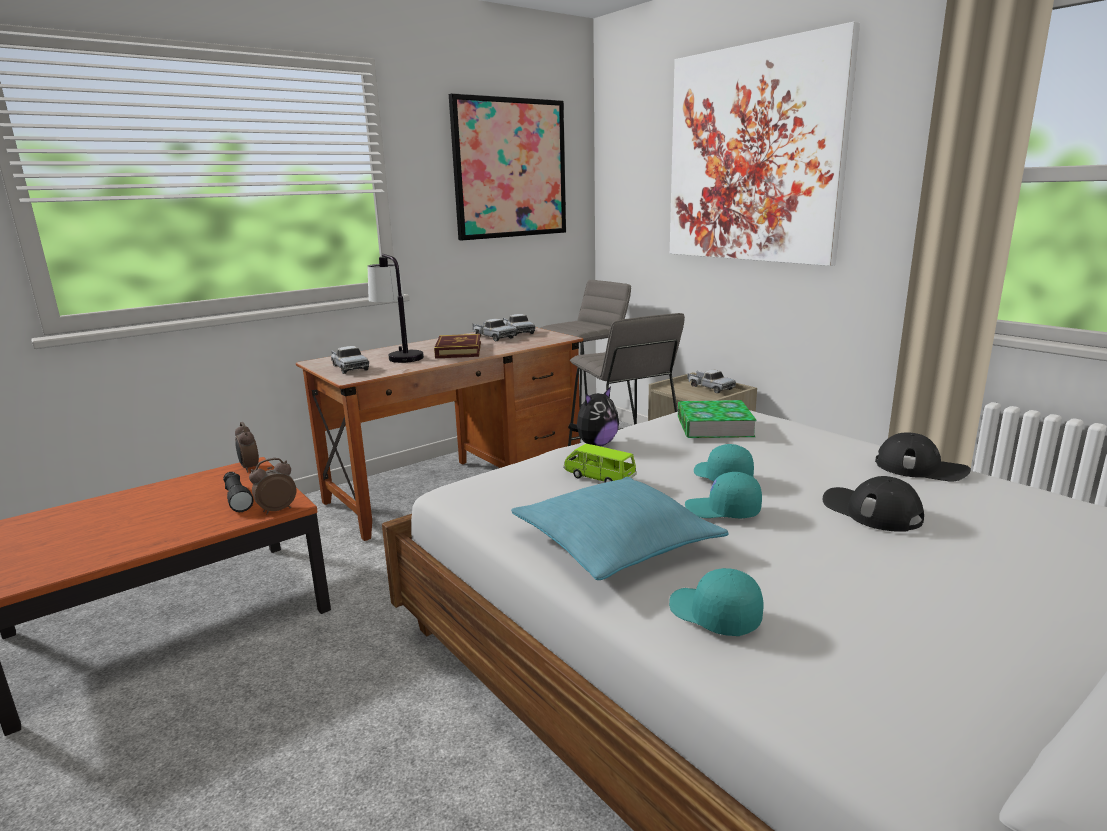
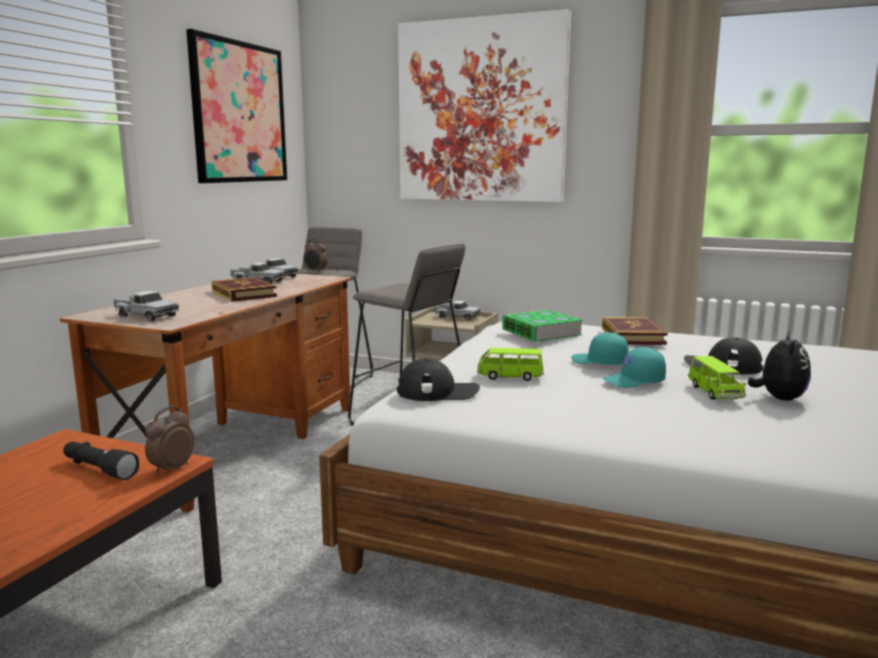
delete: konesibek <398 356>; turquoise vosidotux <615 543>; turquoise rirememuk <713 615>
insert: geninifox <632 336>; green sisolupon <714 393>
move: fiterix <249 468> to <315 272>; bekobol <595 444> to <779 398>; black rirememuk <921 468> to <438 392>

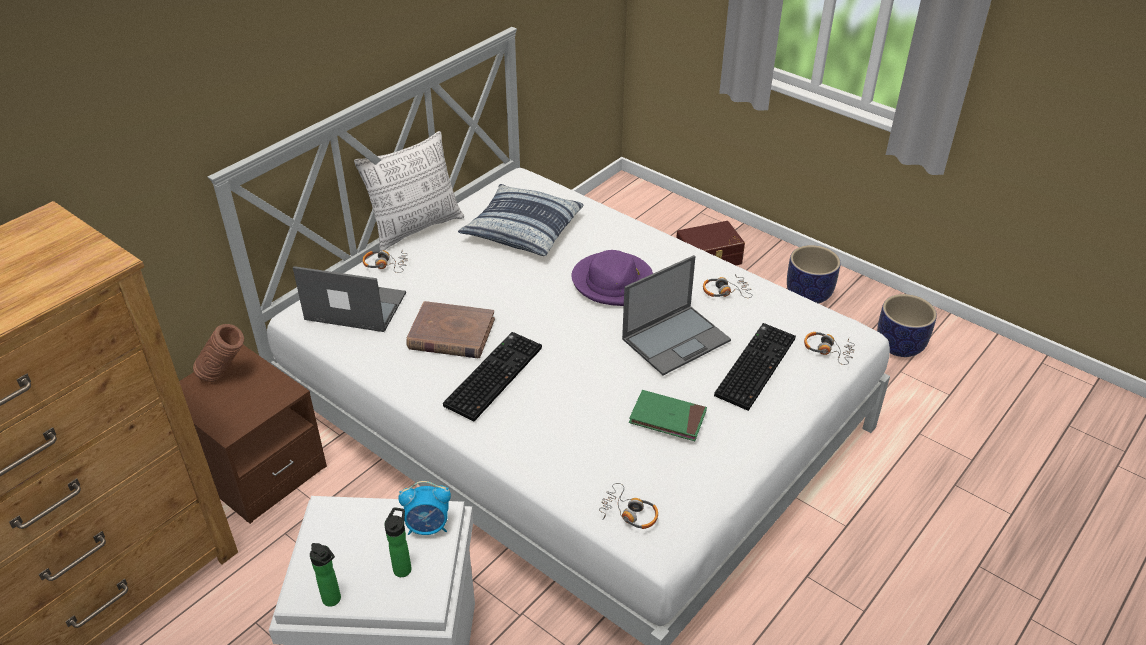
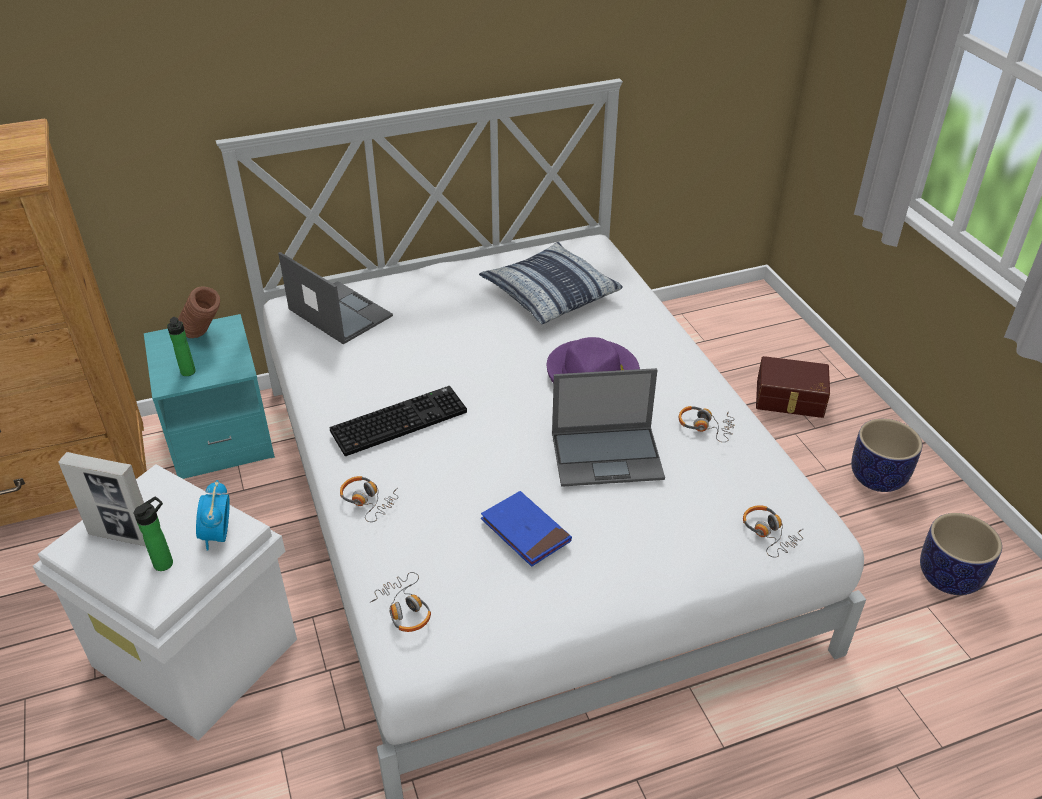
delete: vosidotux <416 228>; brown geninifox <451 334>; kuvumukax <754 365>
insert: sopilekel <122 535>
move: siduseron <333 600> to <188 373>; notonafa <386 265> to <368 501>
recolor: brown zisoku <256 469> to turquoise zisoku <220 436>; green geninifox <667 418> to blue geninifox <525 531>
rotate: fiterix <428 527> = <218 535> 60 degrees clockwise

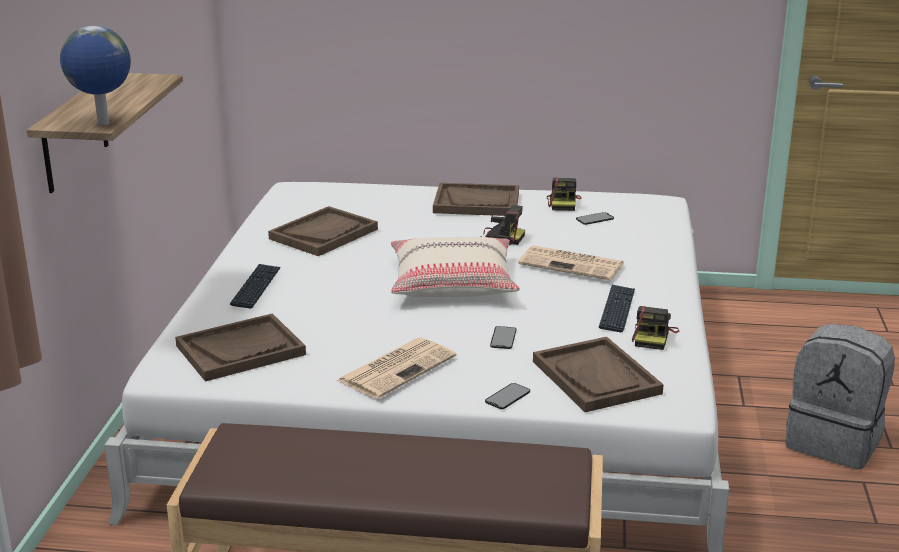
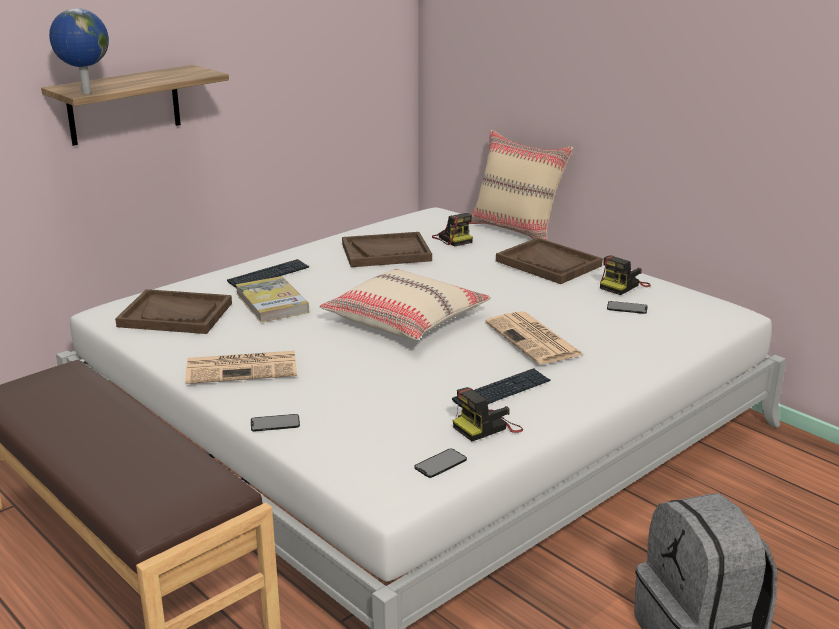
delete: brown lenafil <596 377>
insert: geninifox <272 303>; beige vosidotux <516 230>
move: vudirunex <499 238> to <453 239>; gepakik <503 338> to <440 463>

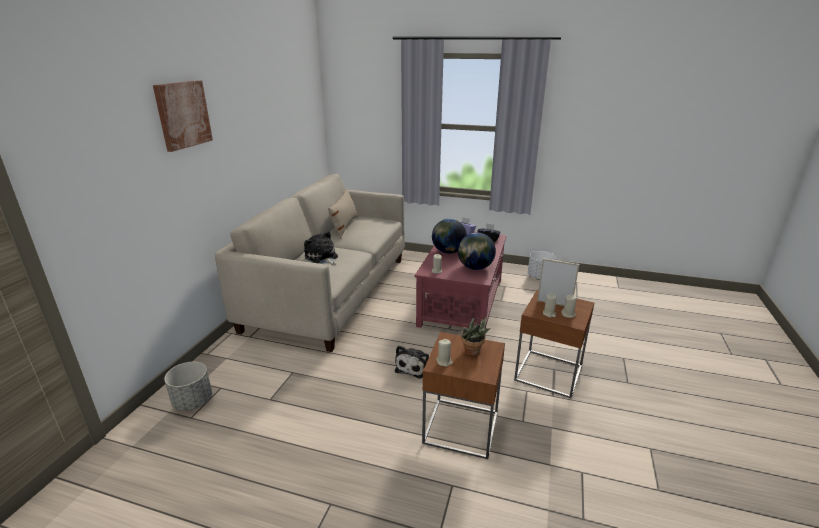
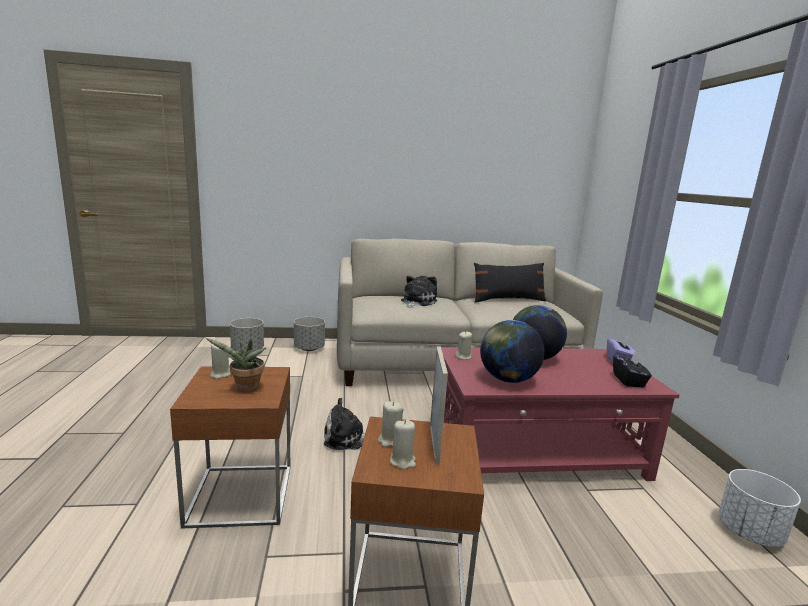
delete: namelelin <183 115>
insert: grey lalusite <309 348>
recolor: beige vosidotux <344 226> to black vosidotux <508 300>

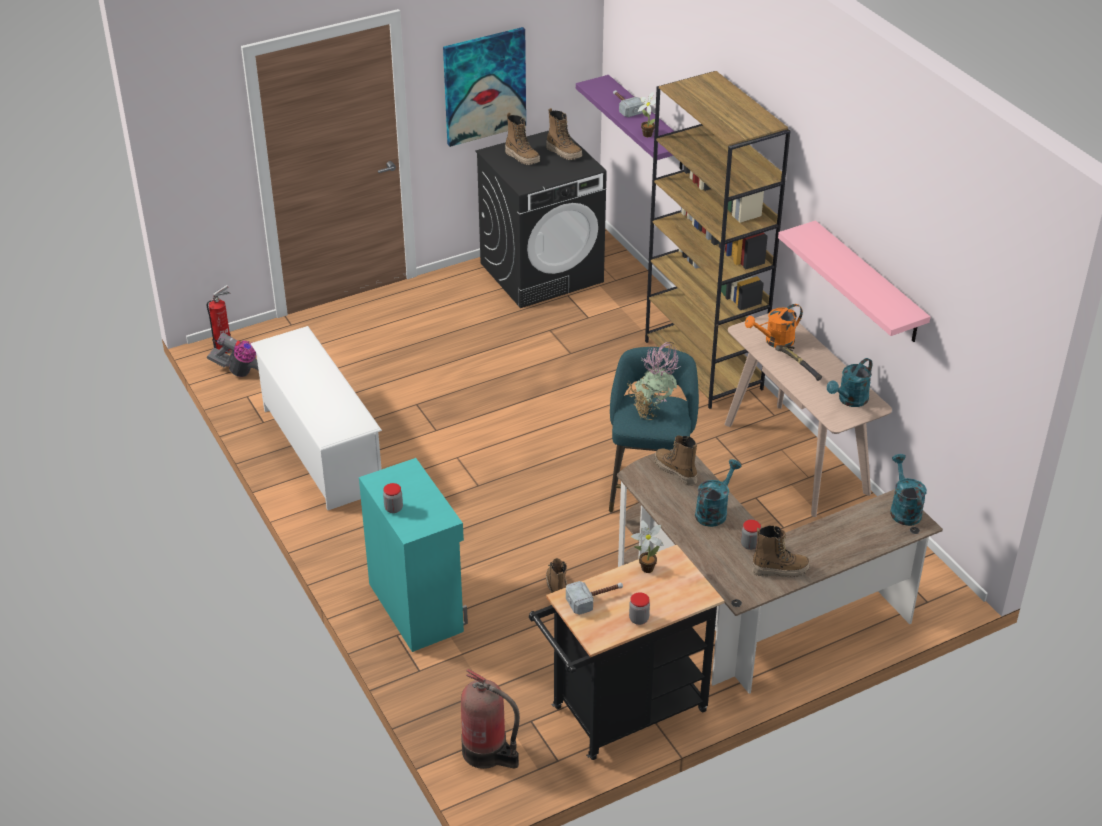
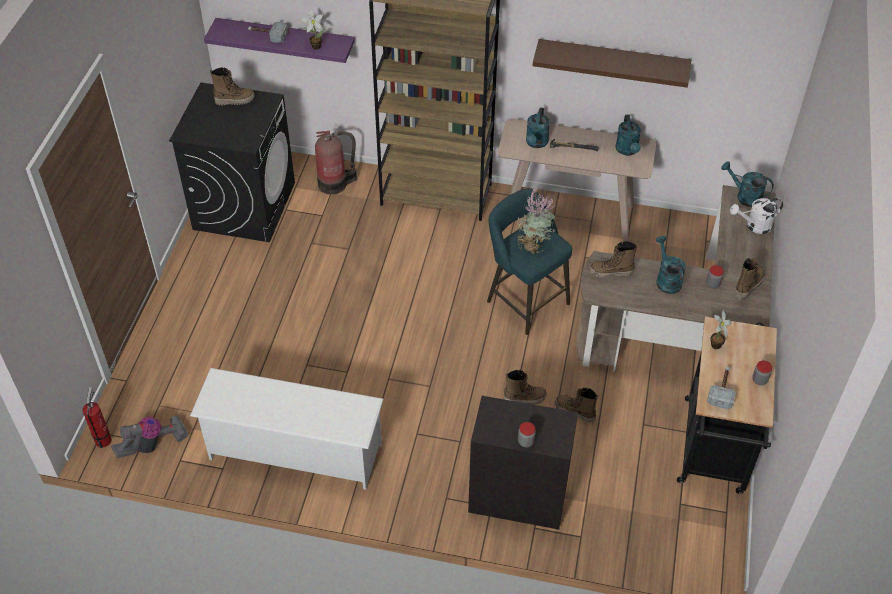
delete: namelelin <484 86>
insert: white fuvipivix <754 226>
move: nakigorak <488 752> to <335 184>; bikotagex <522 157> to <524 398>
recolor: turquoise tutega <417 606> to black tutega <517 498>; orange fuvipivix <774 341> to turquoise fuvipivix <536 143>; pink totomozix <868 283> to brown totomozix <612 61>

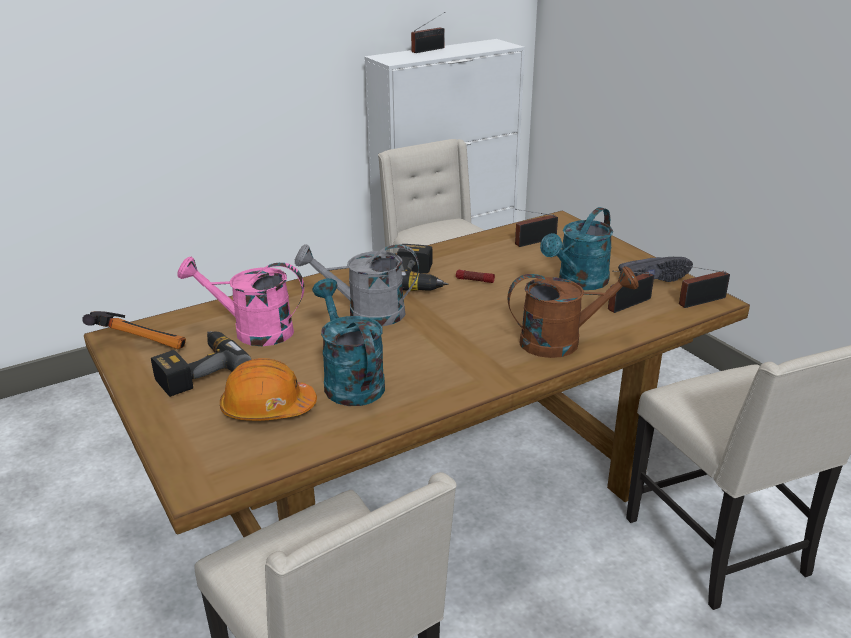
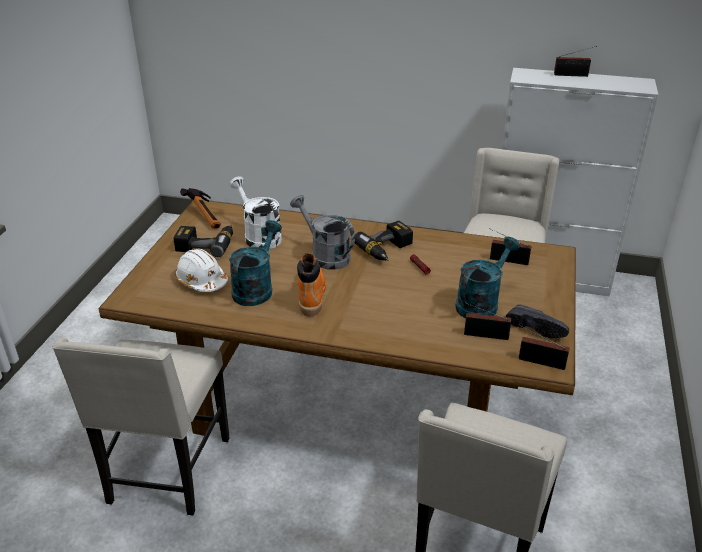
delete: brown fuvipivix <561 341>
insert: orange bikotagex <311 294>
recolor: pink fuvipivix <253 331> to white fuvipivix <259 236>; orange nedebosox <267 408> to white nedebosox <201 281>
rotate: turquoise fuvipivix <578 282> = <481 303> 135 degrees clockwise

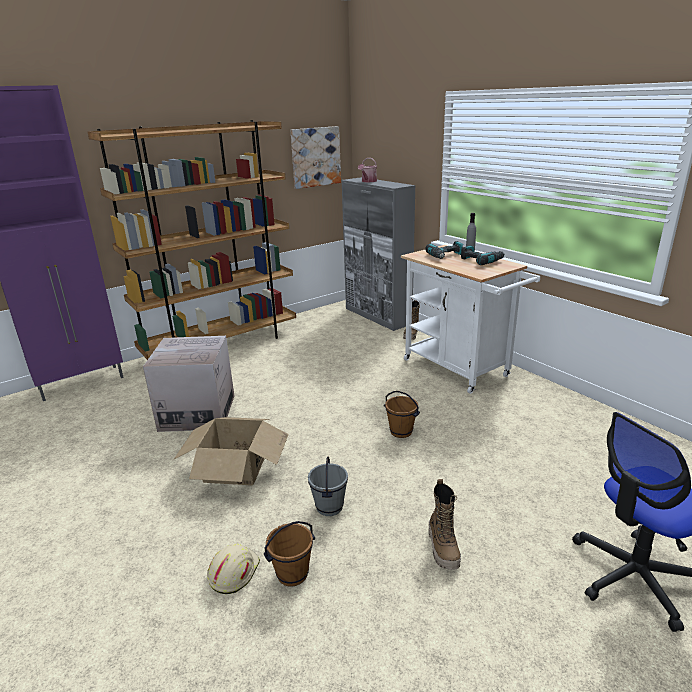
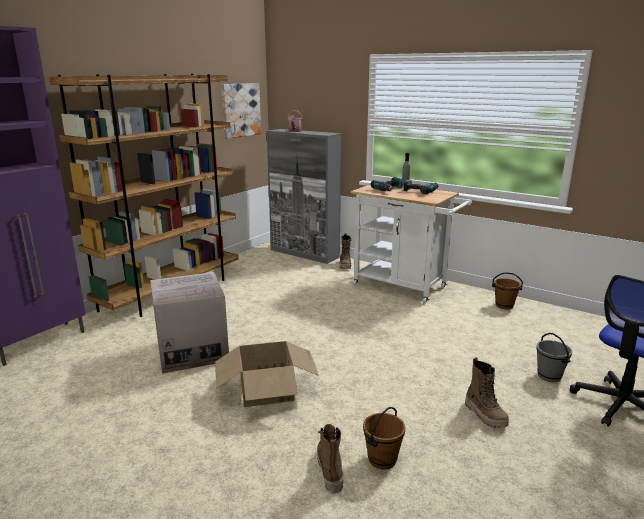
move: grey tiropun <330 507> to <549 376>; brown tiropun <401 431> to <504 305>
replace: beige nedebosox <233 572> to bikotagex <329 470>

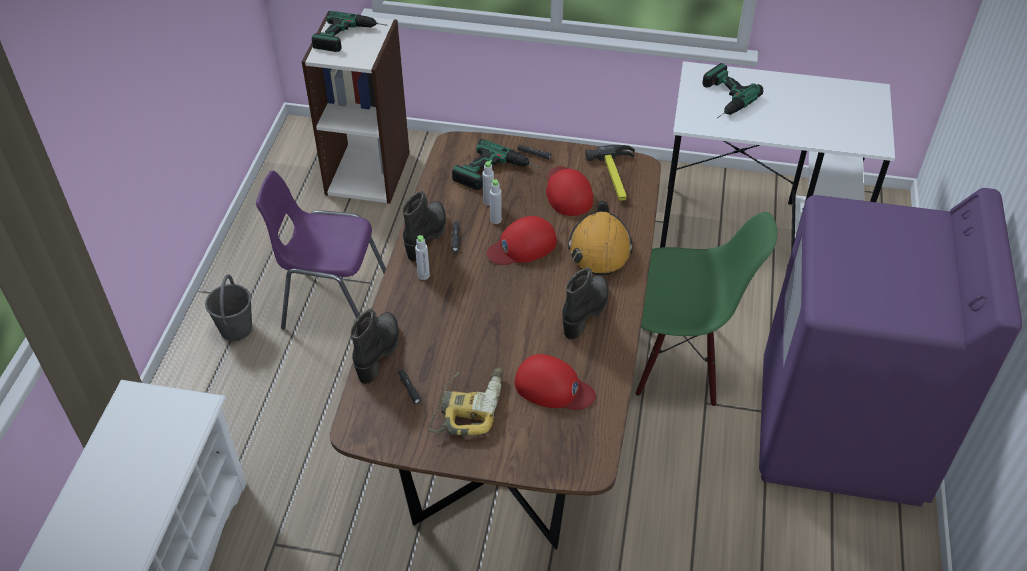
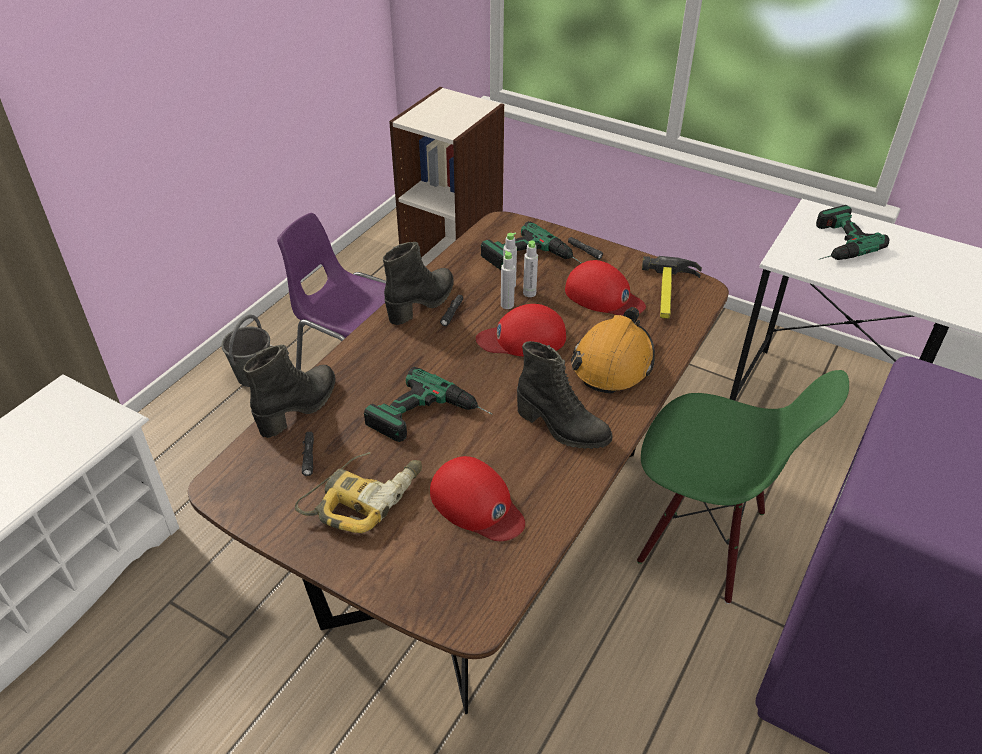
move: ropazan <351 37> to <431 419>; grey siduseron <423 275> to <529 293>
rotate: red rirememuk <567 193> = <603 296> 120 degrees clockwise; black bikotagex <586 312> = <561 428> 75 degrees clockwise

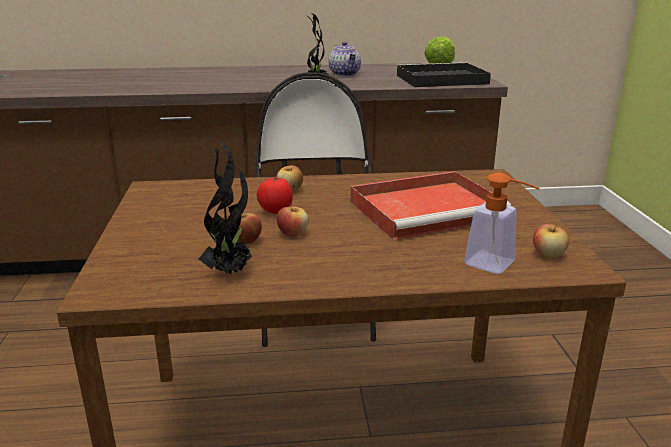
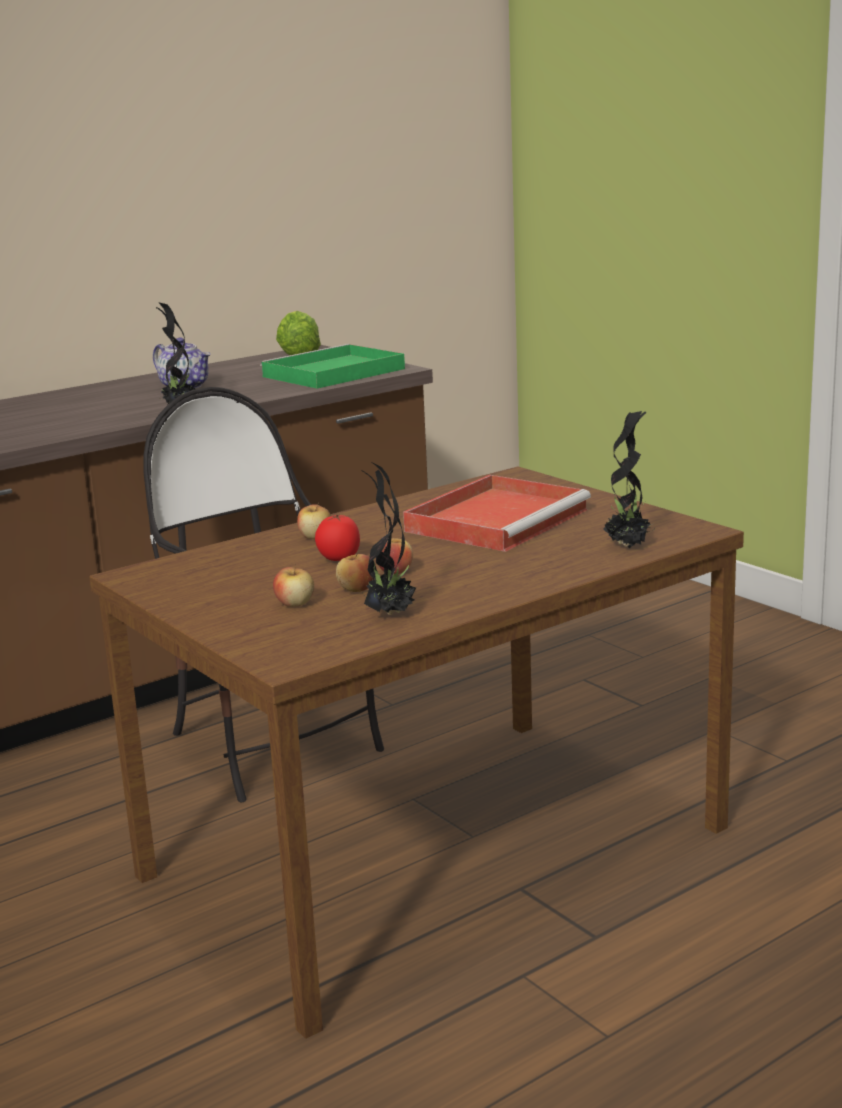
move: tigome <548 254> to <295 604>
replace: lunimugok <498 266> to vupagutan <628 546>
recolor: black lenafil <439 79> to green lenafil <332 373>

